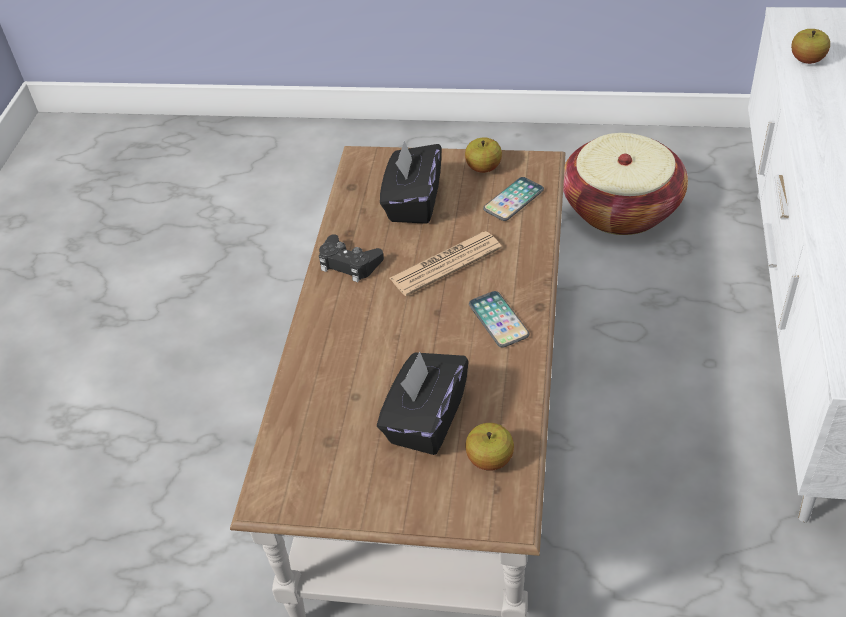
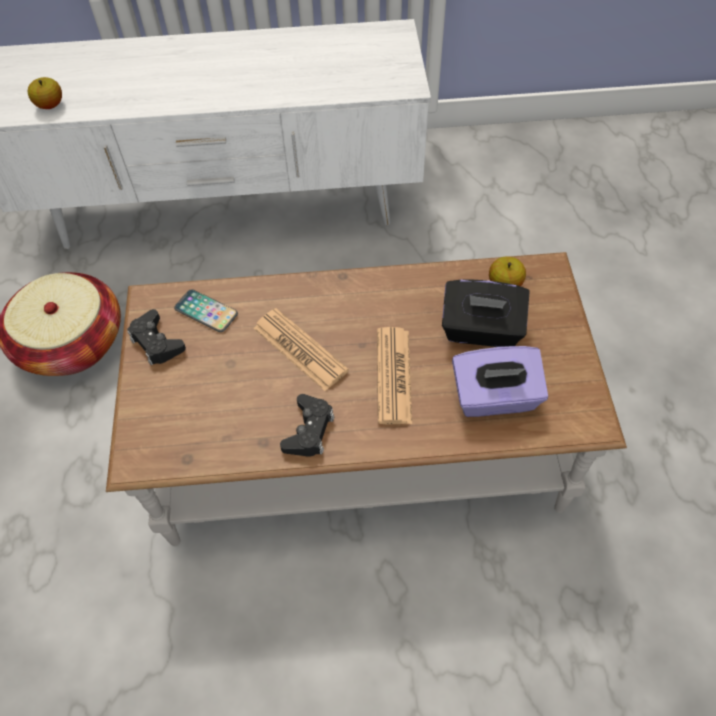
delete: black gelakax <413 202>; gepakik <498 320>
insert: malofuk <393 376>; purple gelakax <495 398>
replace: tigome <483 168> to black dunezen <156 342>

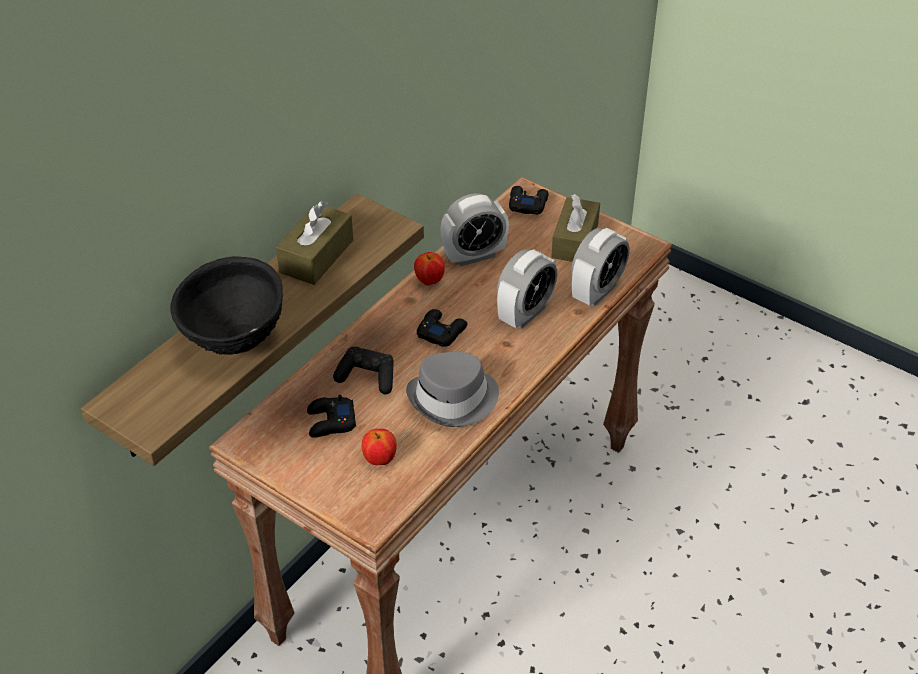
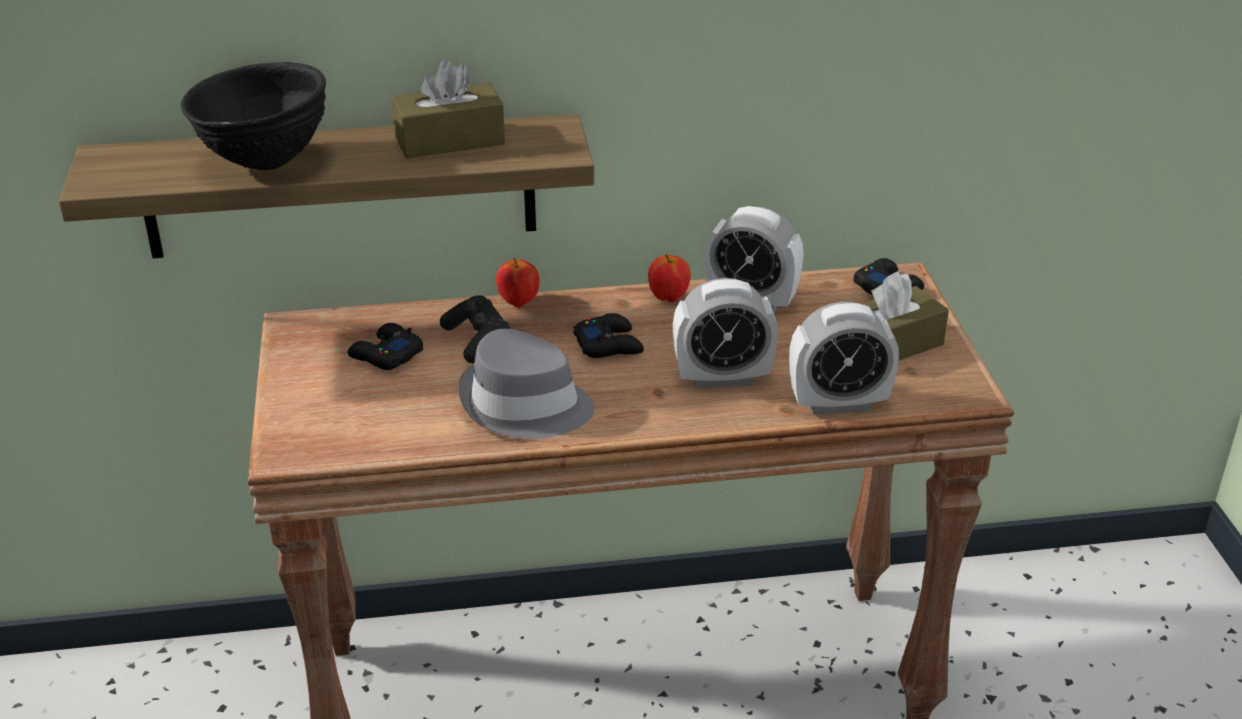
move: tigome <380 460> to <518 302>

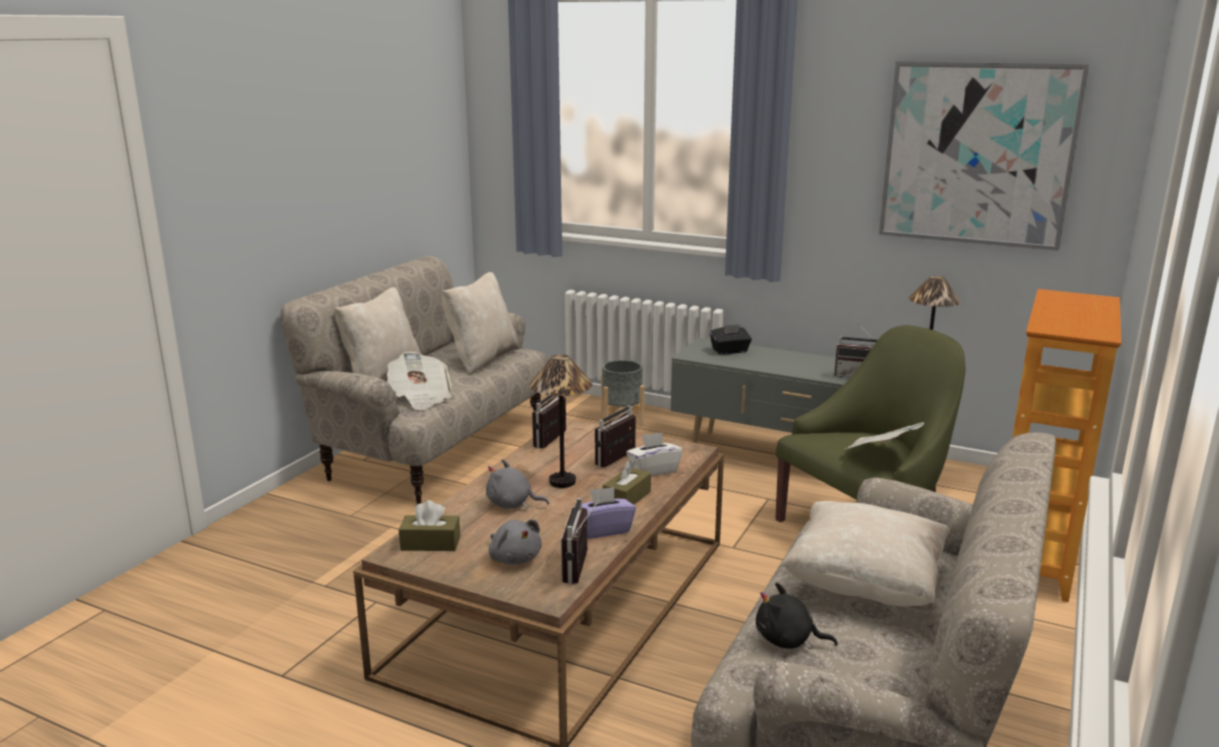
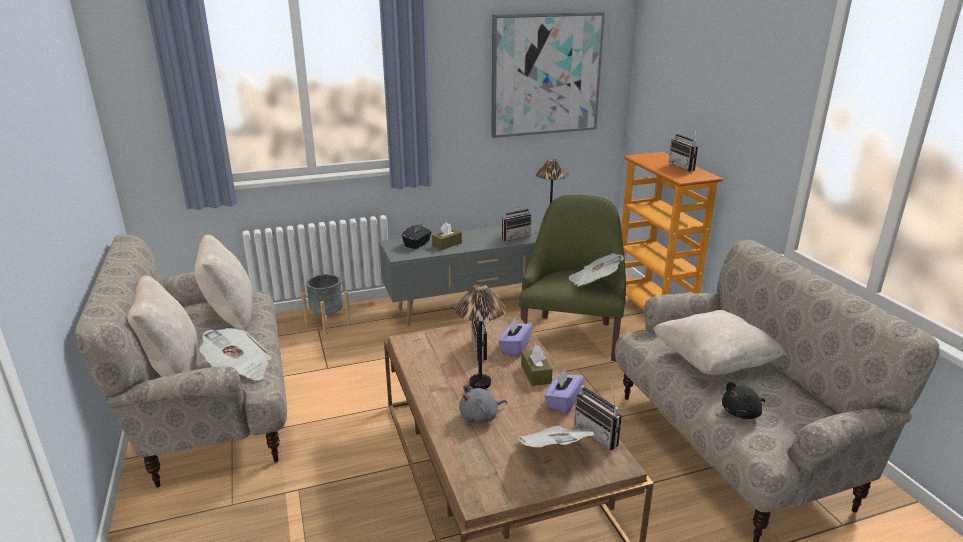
move: brown gelakax <430 543> to <447 244>; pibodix <555 441> to <685 167>
replace: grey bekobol <514 558> to malofuk <554 452>
recolor: white gelakax <653 470> to purple gelakax <515 347>

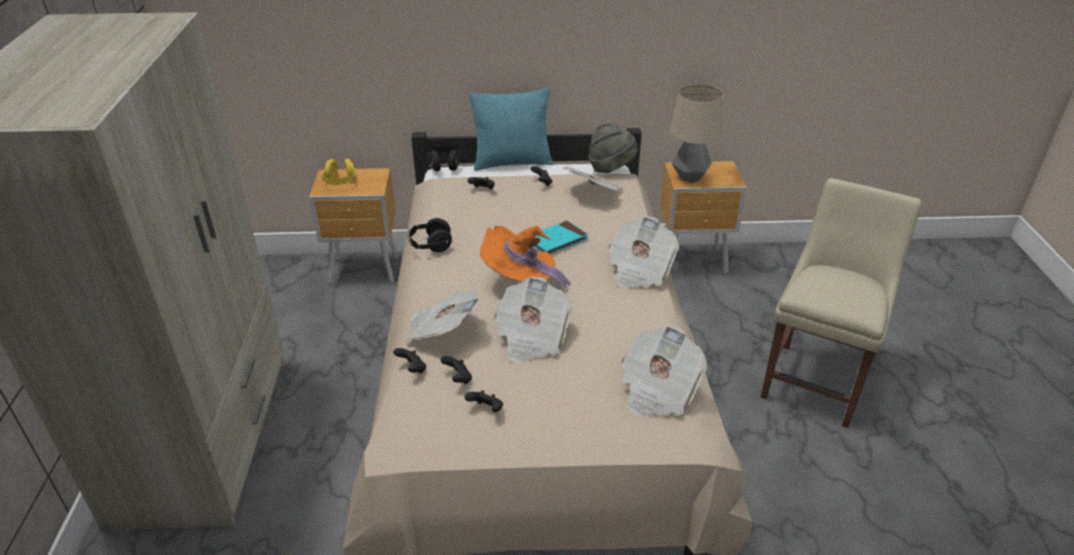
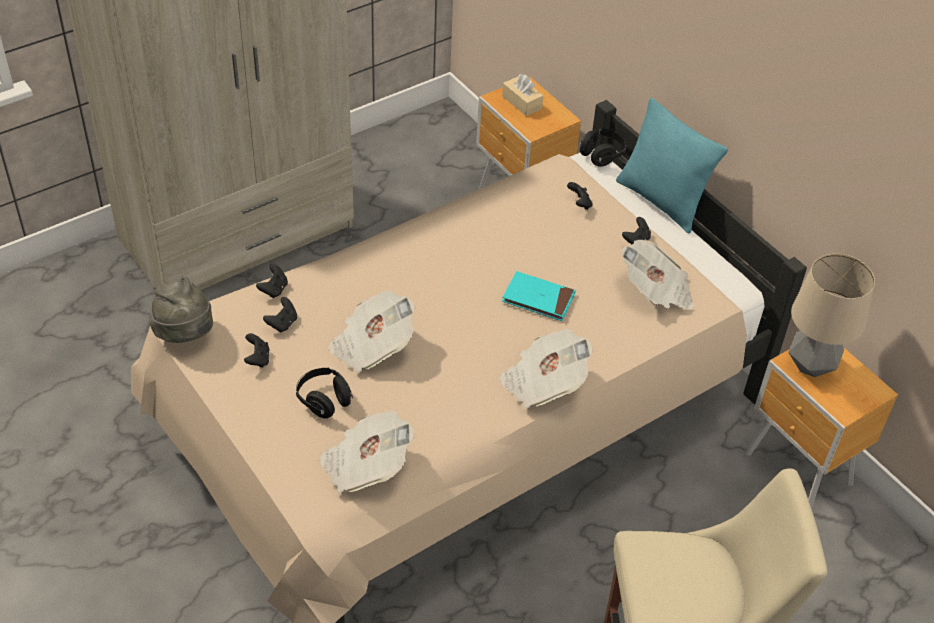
delete: malofuk <442 331>; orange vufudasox <521 280>
move: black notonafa <430 246> to <324 400>; grey vufudasox <611 168> to <186 334>
replace: yellow notonafa <340 182> to beige gelakax <522 102>

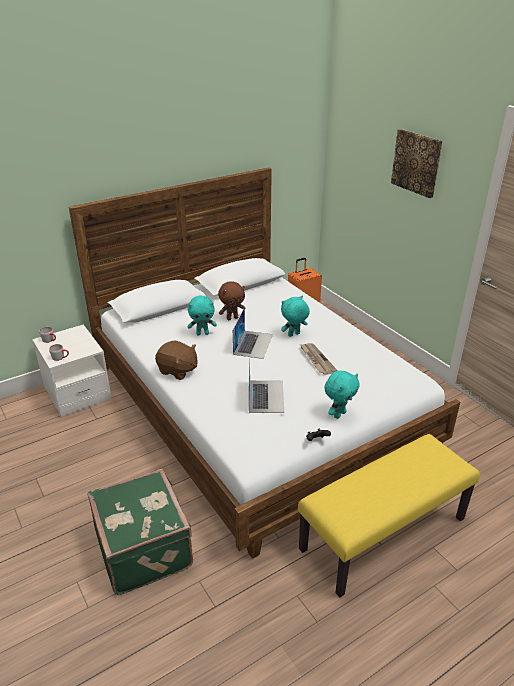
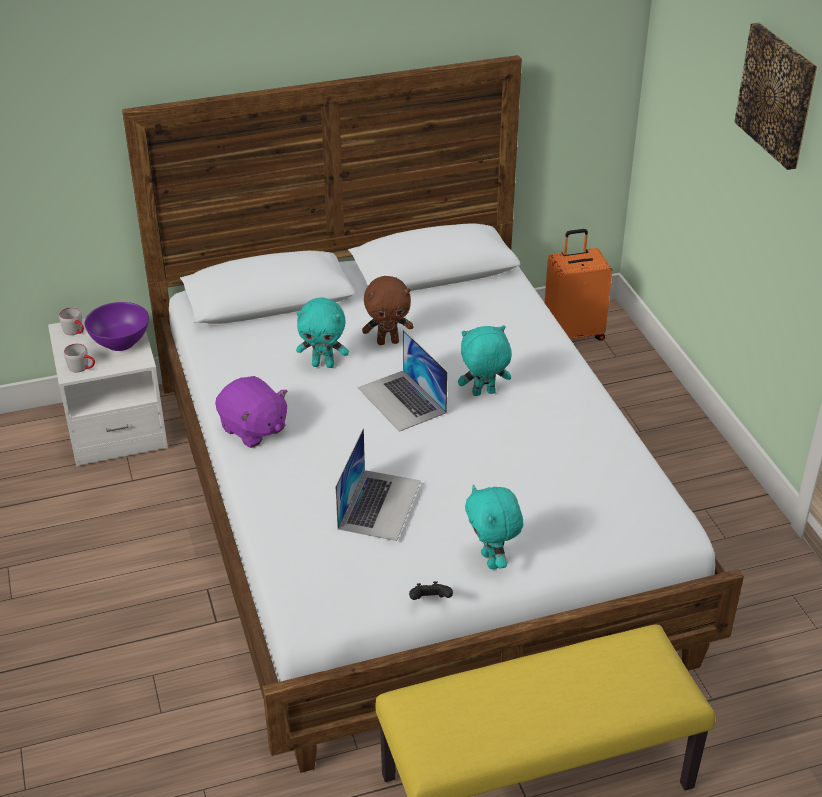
delete: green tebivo <145 548>; malofuk <316 360>
insert: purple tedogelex <120 342>
recolor: brown bekobol <178 370> to purple bekobol <253 429>
rotate: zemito <253 344> = <402 400> 120 degrees clockwise; turquoise bekobol <339 414> = <492 560> 105 degrees clockwise

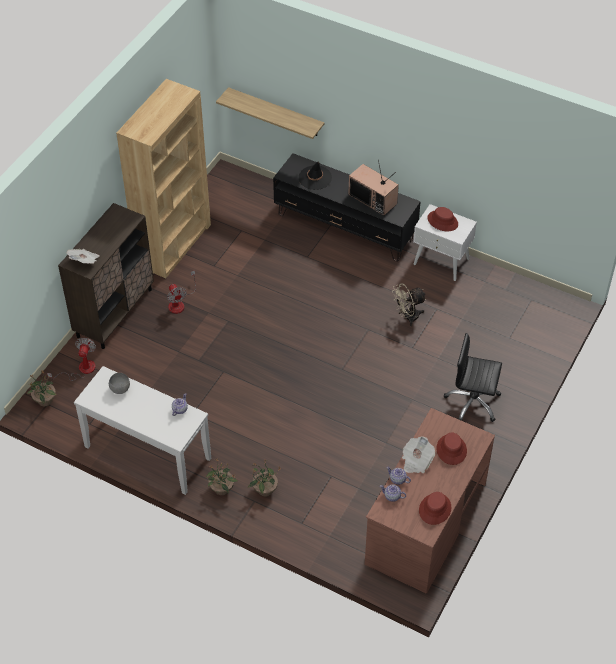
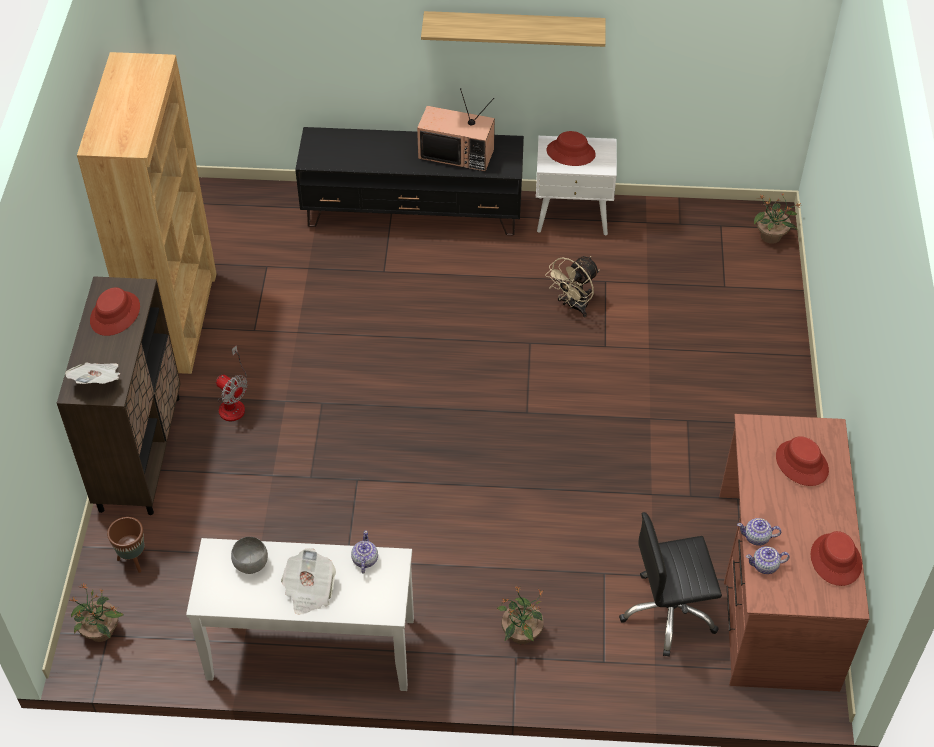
delete: black vufudasox <315 178>
insert: red vufudasox <115 314>
move: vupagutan <222 489> to <771 236>; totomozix <276 112> to <514 28>; malofuk <416 461> to <309 590>; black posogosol <472 402> to <668 613>
replace: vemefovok <81 369> to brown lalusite <133 560>

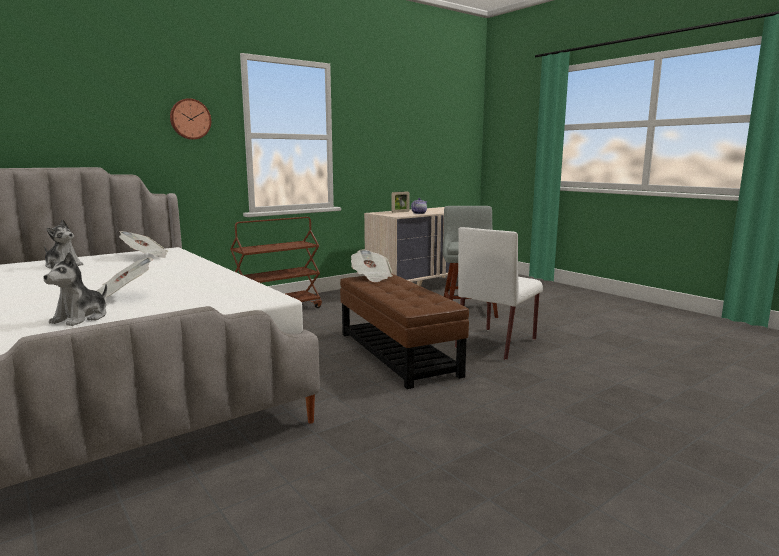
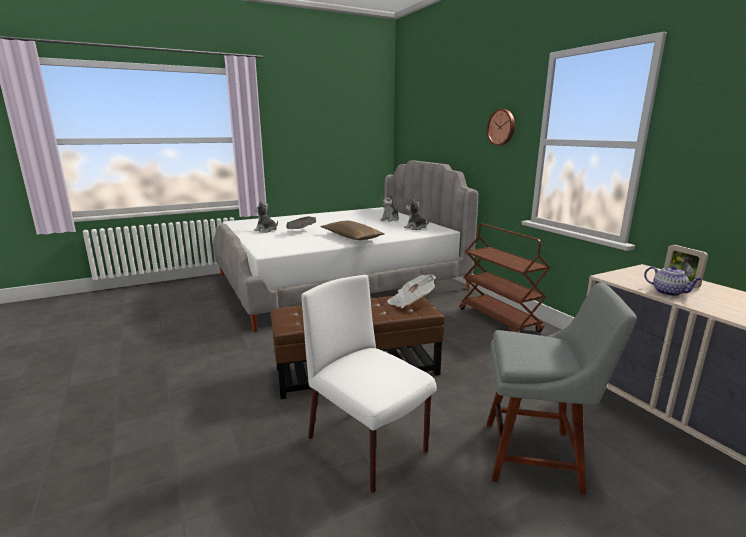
insert: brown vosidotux <351 237>
replace: malofuk <146 256> to bekobol <416 228>

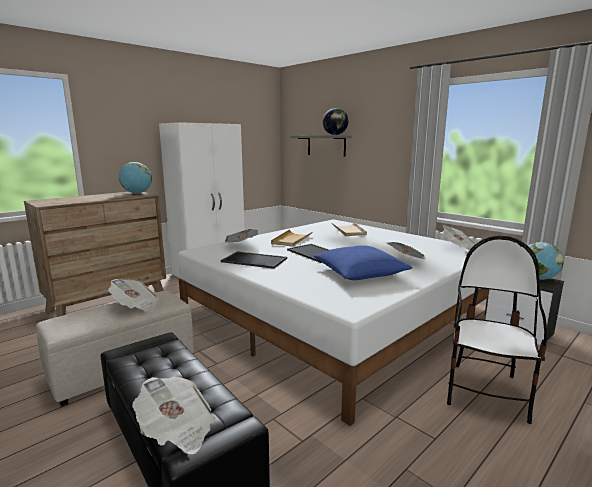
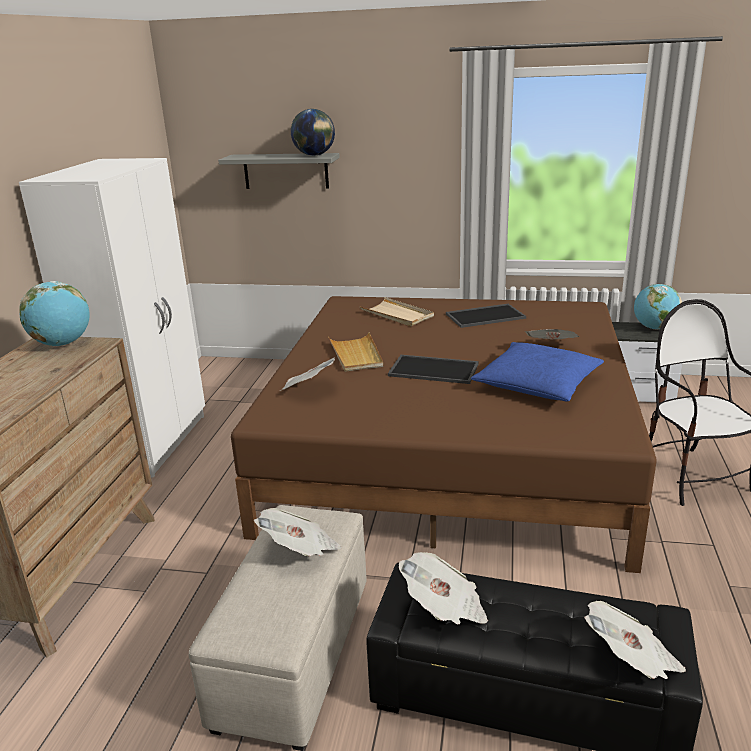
move: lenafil <255 260> to <485 315>; malofuk <459 248> to <444 608>
recolor: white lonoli <338 316> to brown lonoli <451 447>

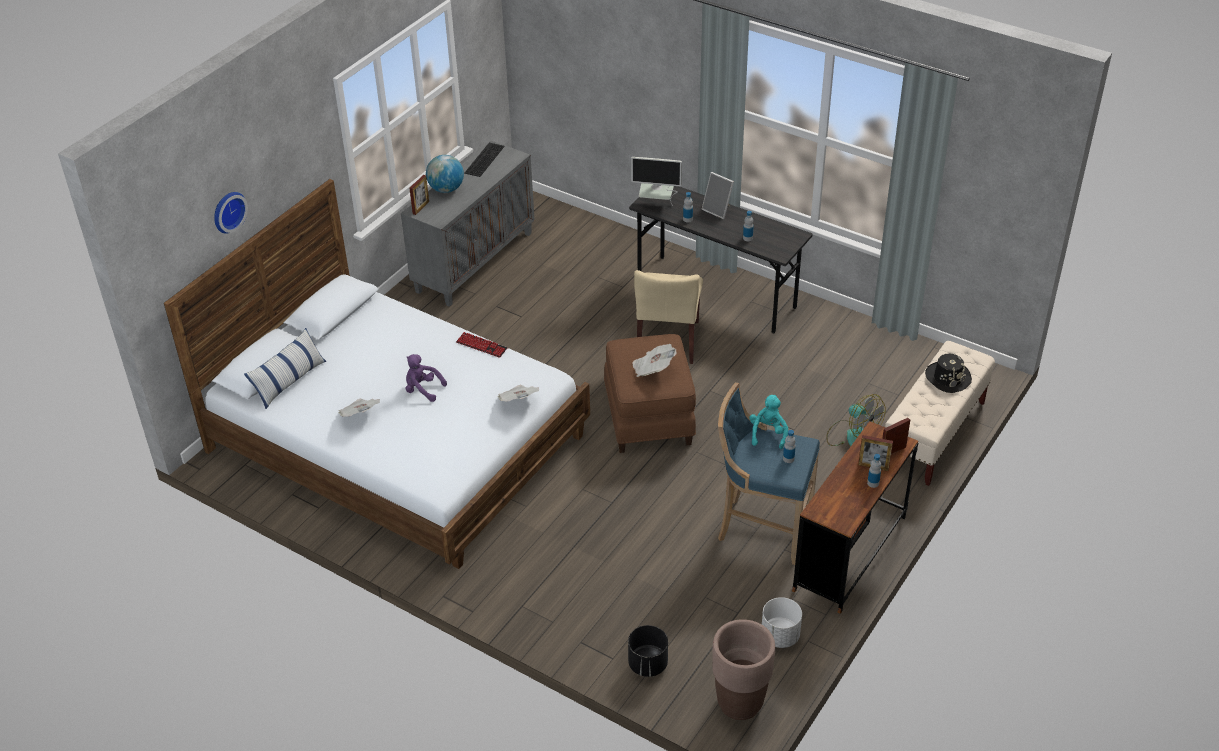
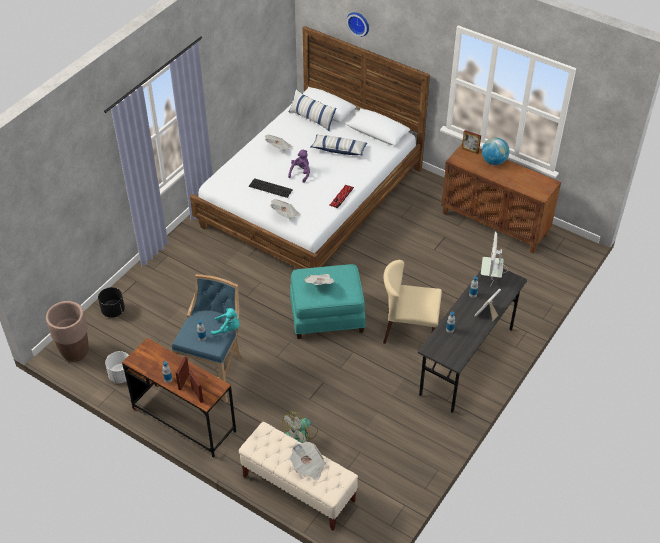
insert: vosidotux <339 149>
move: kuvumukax <483 159> to <271 187>
replace: black vufudasox <947 378> to malofuk <308 466>
recolor: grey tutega <474 261> to brown tutega <495 224>; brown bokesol <650 416> to turquoise bokesol <327 317>

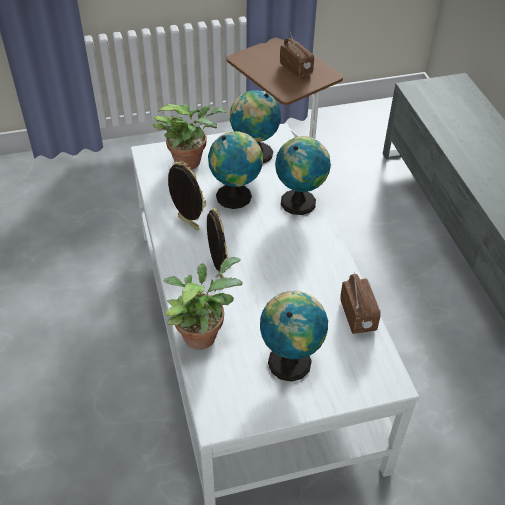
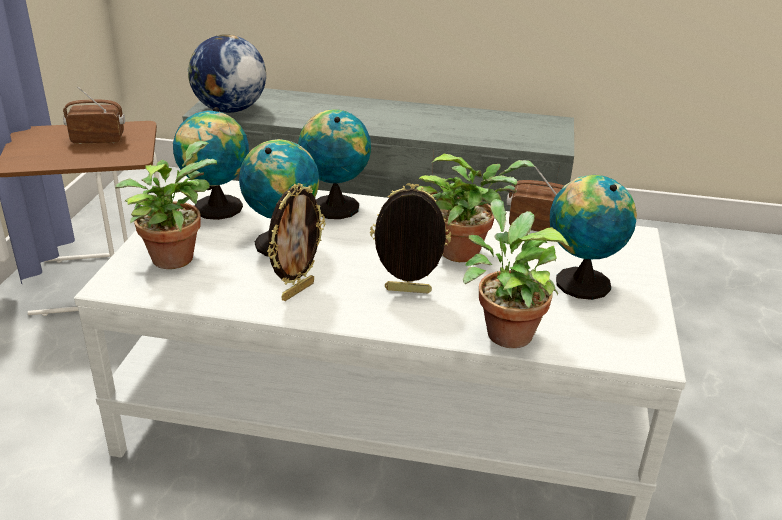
insert: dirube <229 110>; vupagutan <465 251>
rotate: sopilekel <187 224> = <297 290> 150 degrees clockwise

